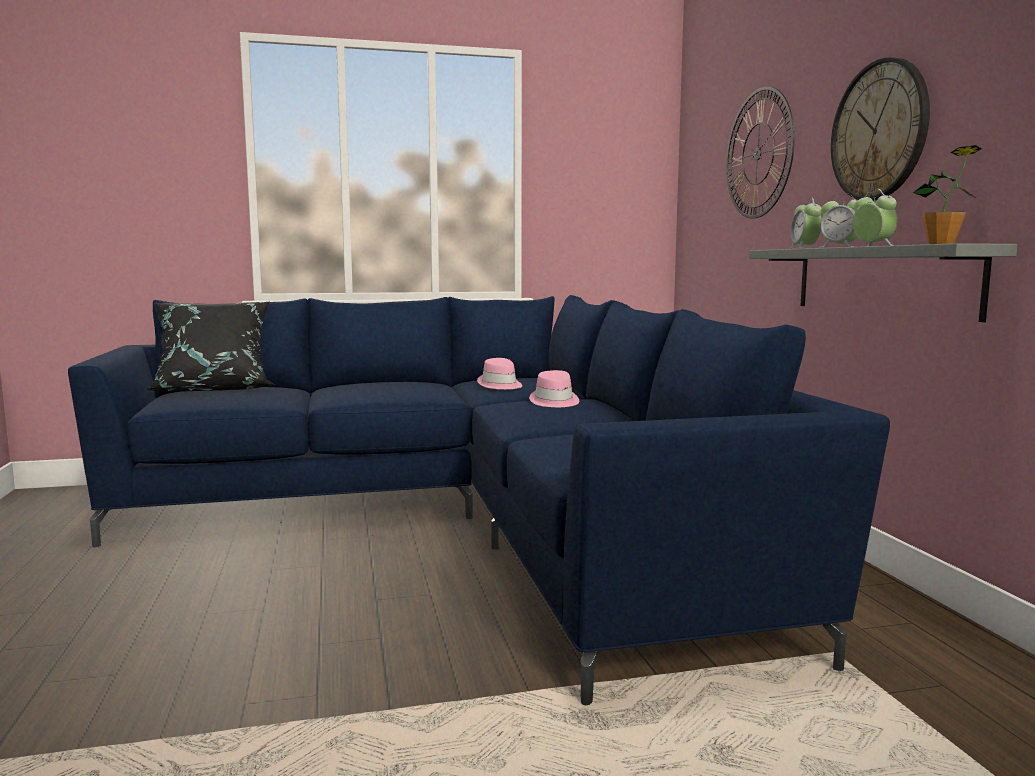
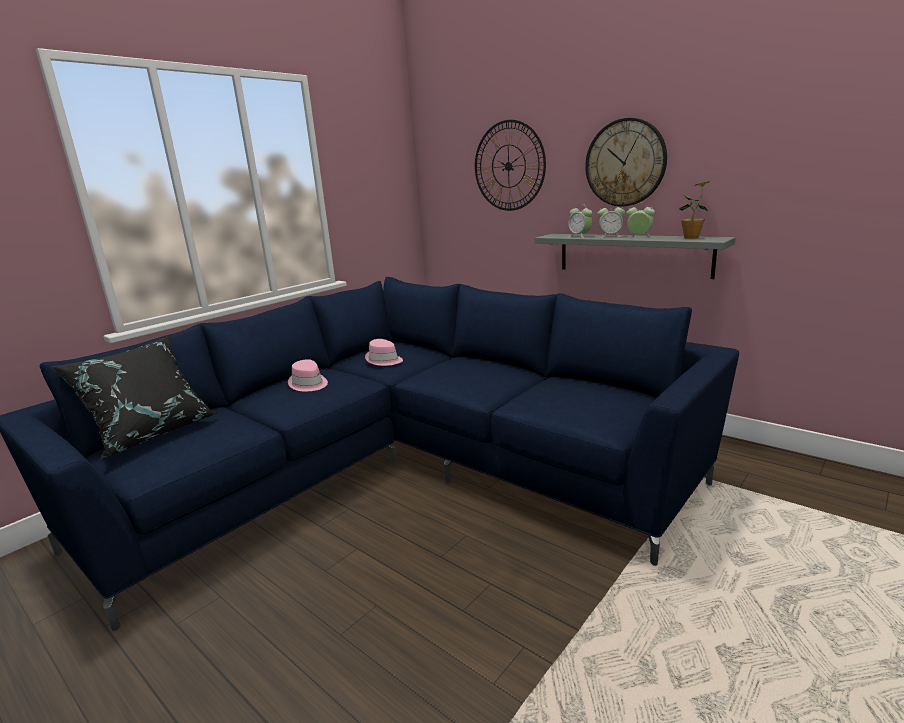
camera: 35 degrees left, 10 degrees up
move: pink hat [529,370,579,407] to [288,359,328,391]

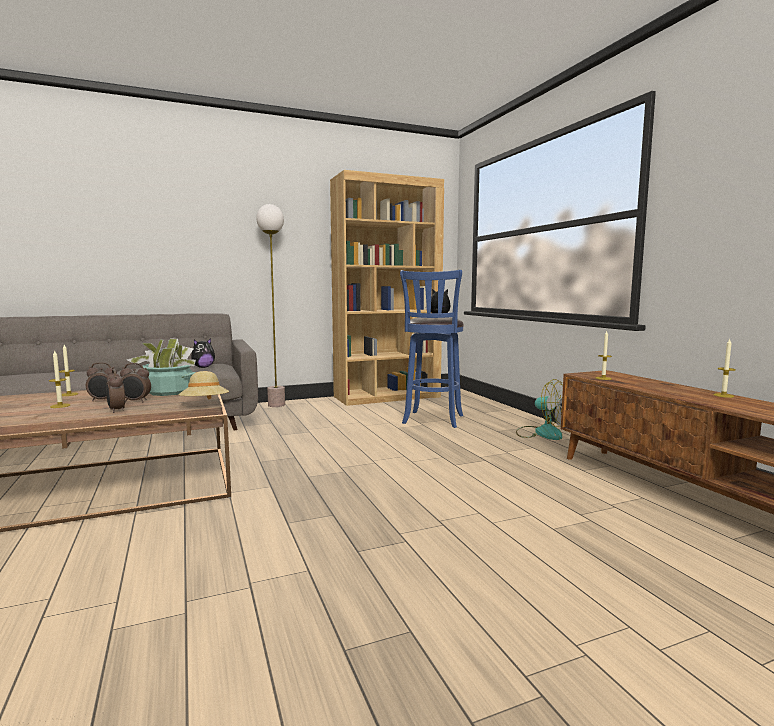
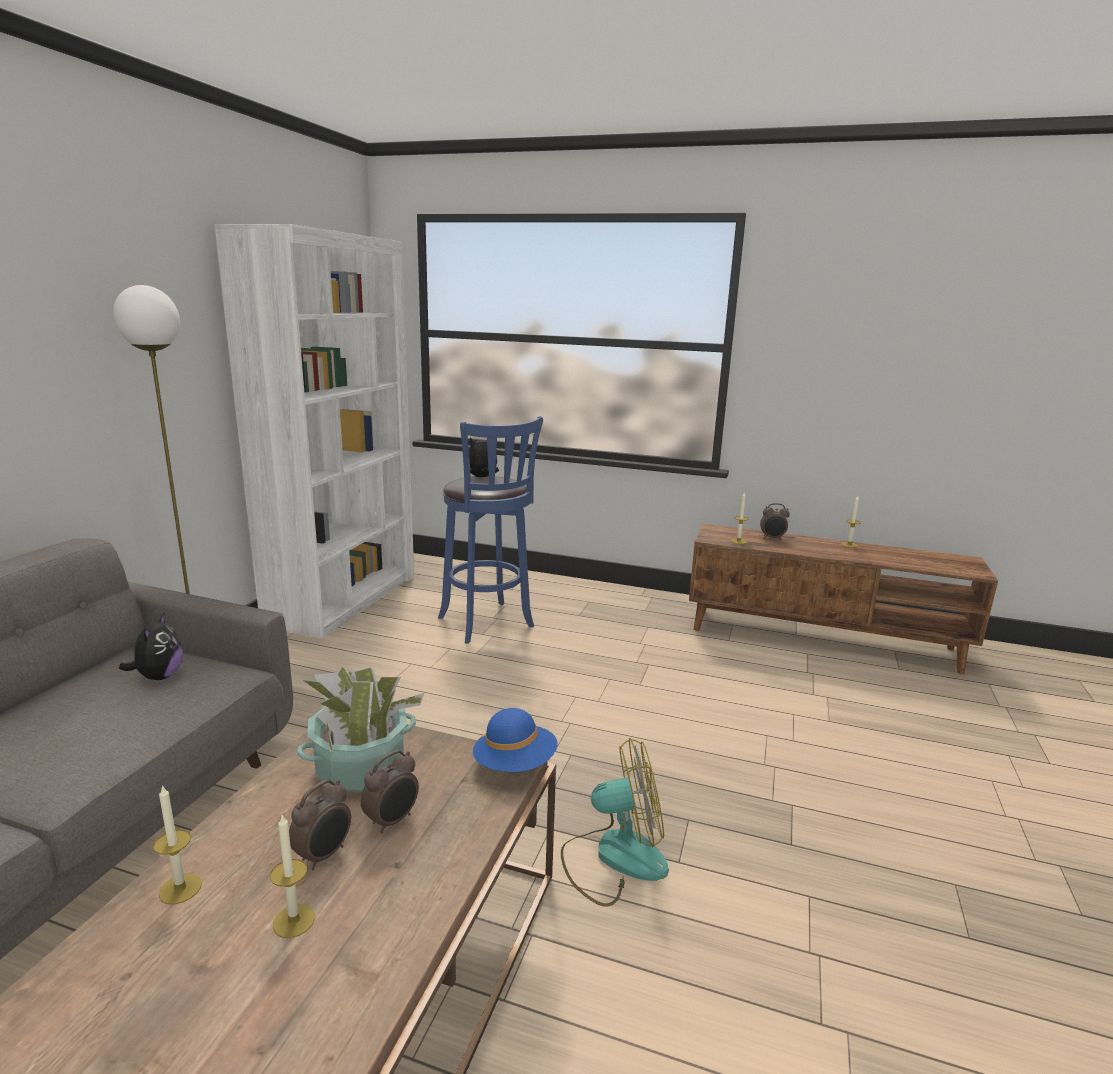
camera: 50 degrees left, 10 degrees up
move: fan [516,379,563,440] to [561,738,669,906]; alarm clock [106,369,125,413] to [760,503,790,540]
recolor: brown bookcase [330,170,444,406] to white bookcase [214,224,414,638]; beige hat [178,371,229,400] to blue hat [473,708,557,772]

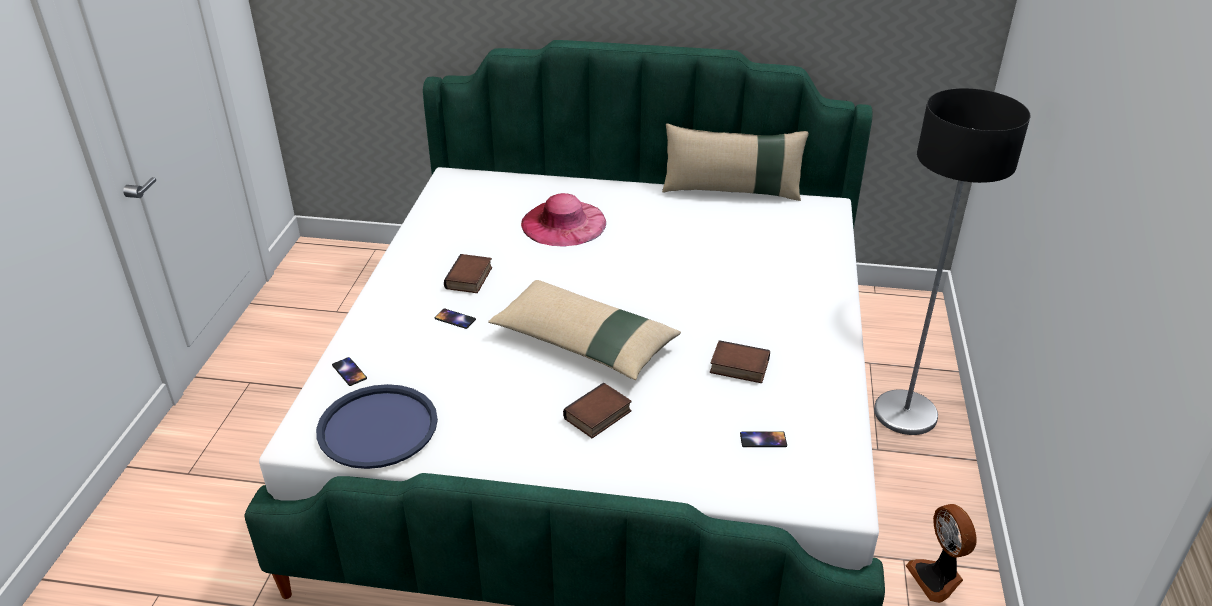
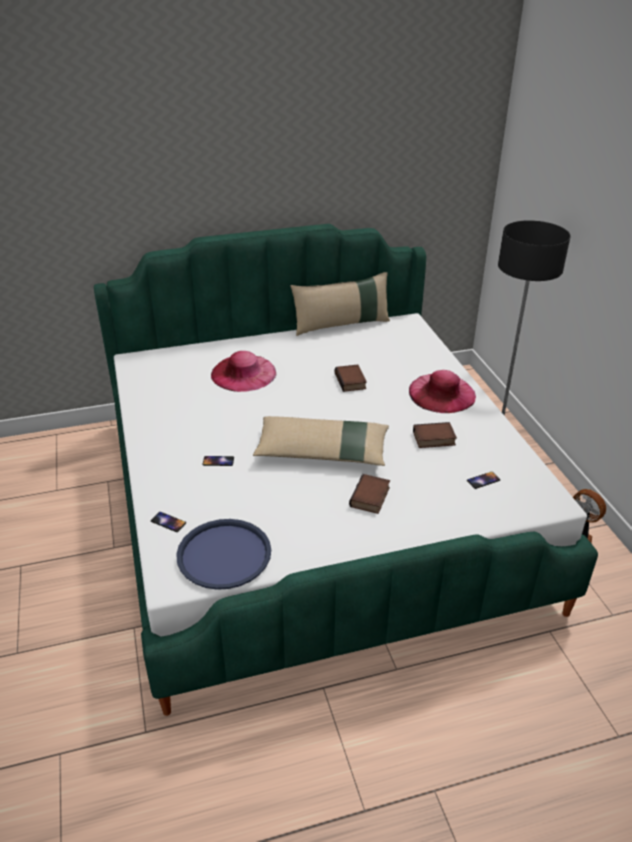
camera: 25 degrees left, 0 degrees up
insert: pink hat [409,370,476,413]
move: book [444,254,492,293] to [335,364,367,392]

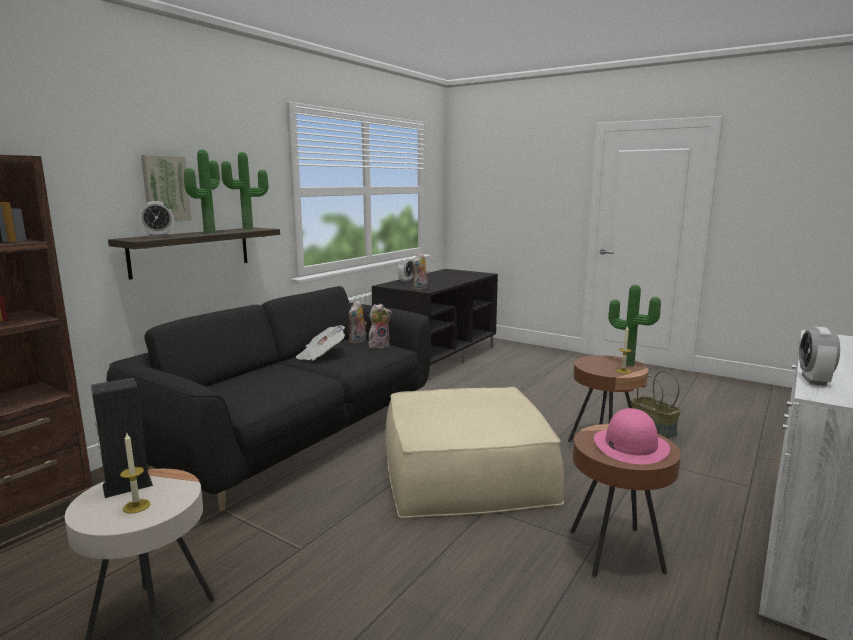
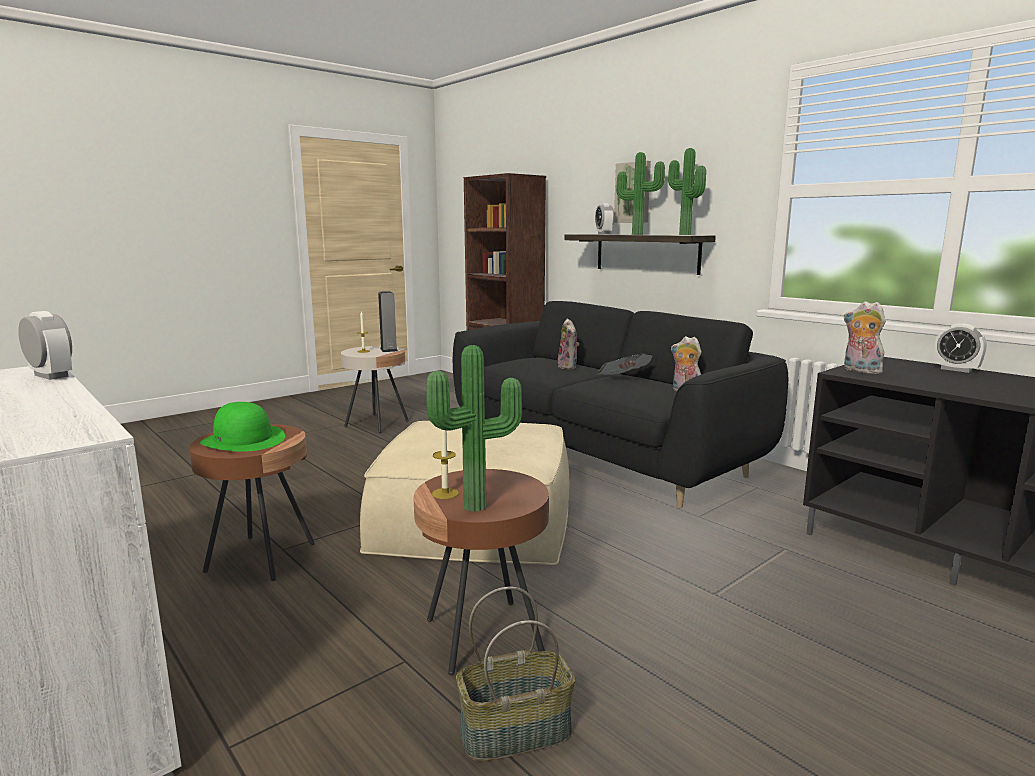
camera: 105 degrees right, 0 degrees up
move: plush toy [369,304,392,348] to [558,319,580,369]
recolor: pink hat [594,408,670,464] to green hat [200,402,285,452]

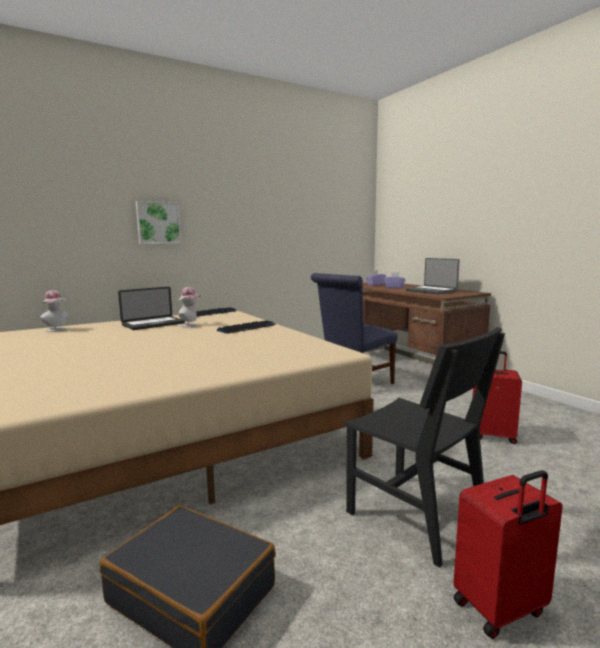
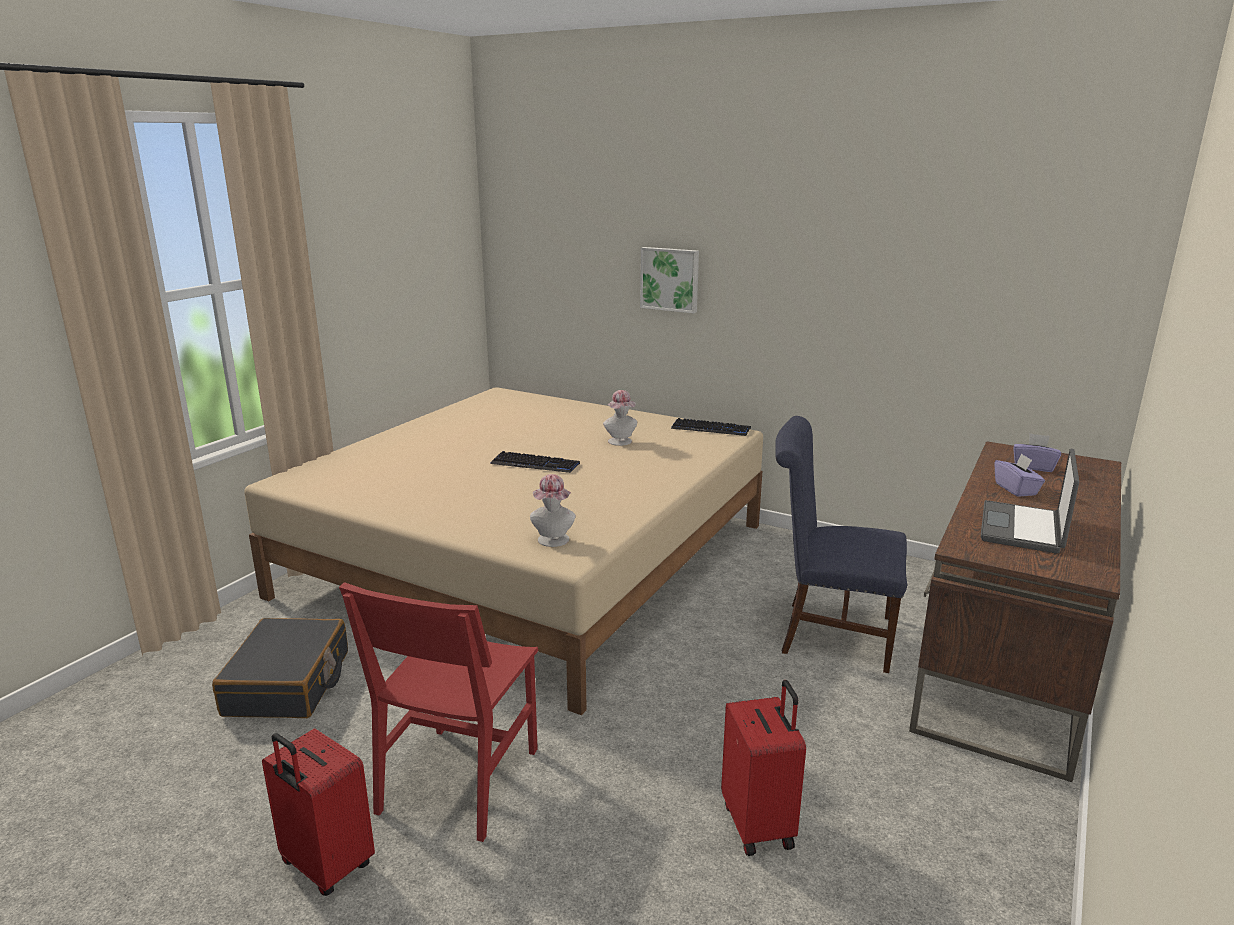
camera: 60 degrees right, 10 degrees up
delete: laptop [118,287,185,330]
move: keyboard [217,320,276,334] to [490,451,580,473]; hat [40,290,68,332] to [530,474,576,547]
recolor: black chair [343,327,505,568] to red chair [339,582,538,842]

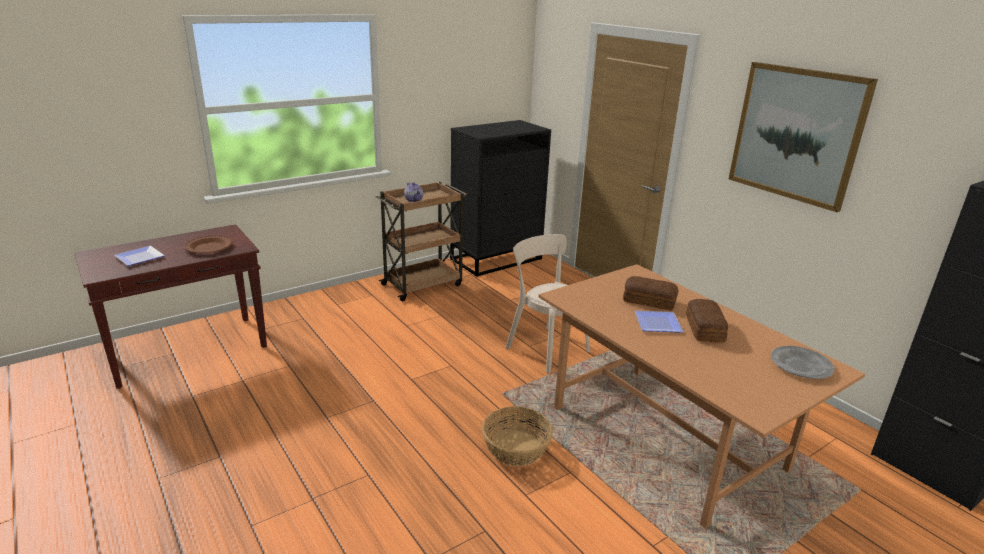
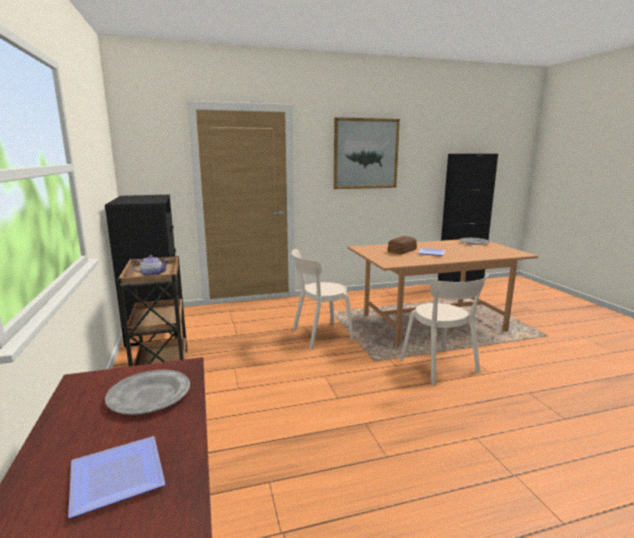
camera: 70 degrees left, 10 degrees down
delete: bread [686,299,728,342]
replace: basket [482,406,553,466] to beige chair [400,273,489,385]
recolor: brown plate [184,236,232,253] to grey plate [105,370,190,415]

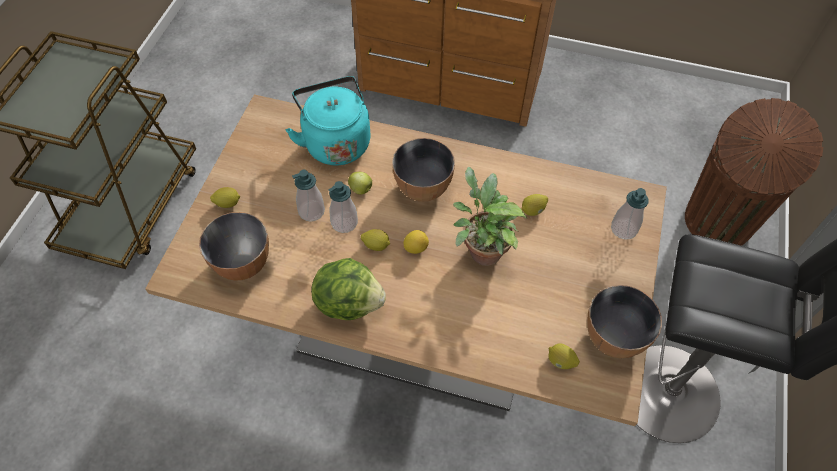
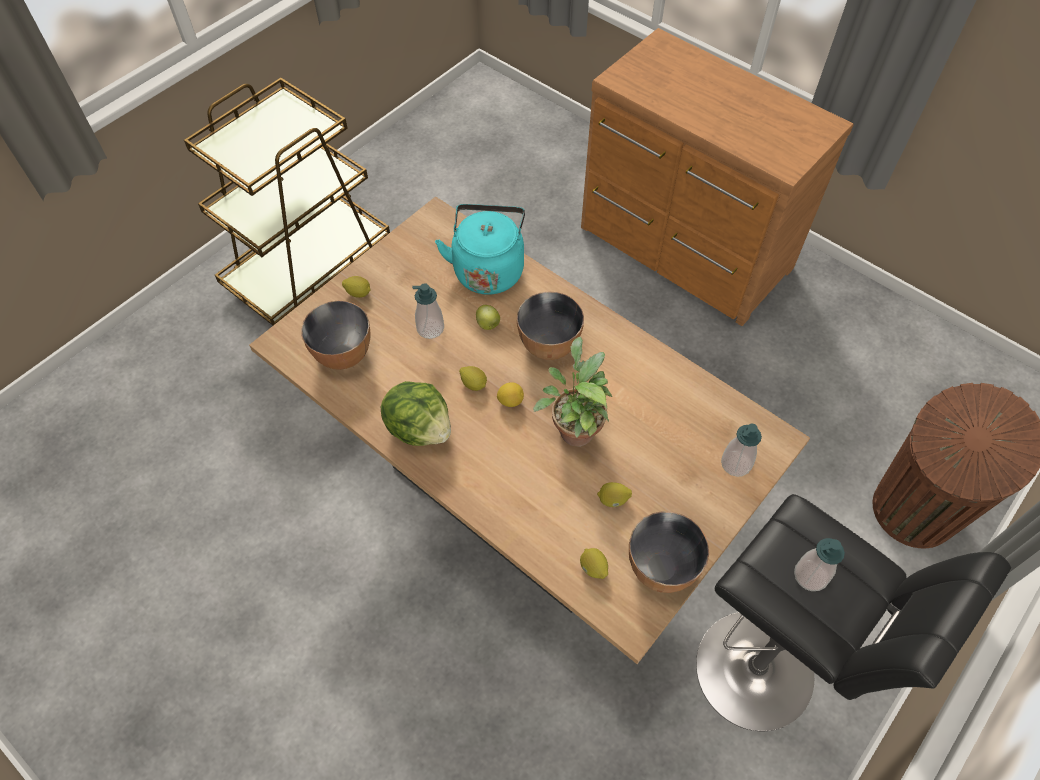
camera: 25 degrees right, 0 degrees up
move: lemon [522,194,548,216] to [597,482,632,507]; soap dispenser [328,181,358,233] to [794,538,845,591]

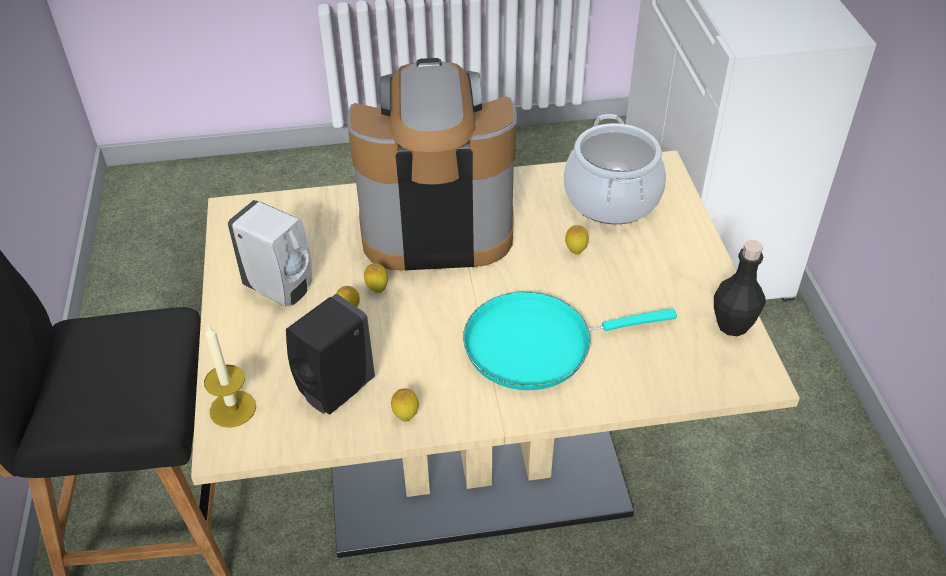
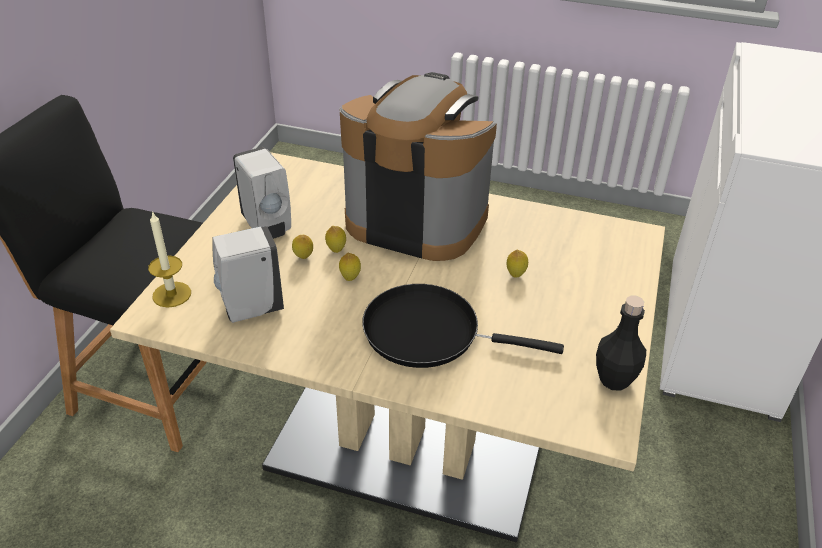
camera: 25 degrees right, 5 degrees down
delete: cooking pot [564,114,666,224]
move: lemon [391,388,419,422] to [339,253,361,281]
recolor: black soap dispenser [286,294,375,414] to white soap dispenser [212,226,284,323]; turquoise frying pan [463,292,677,390] to black frying pan [362,284,564,368]

